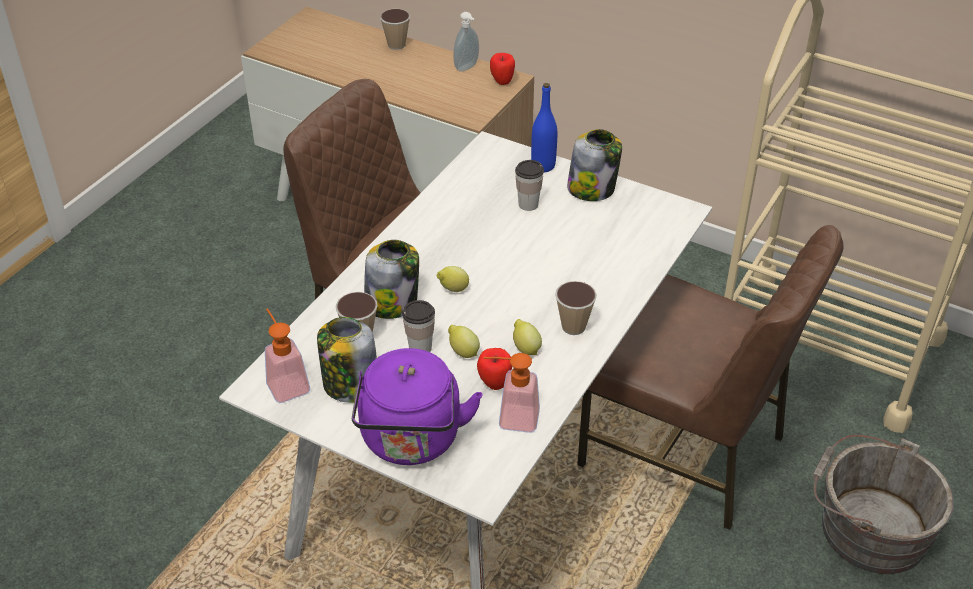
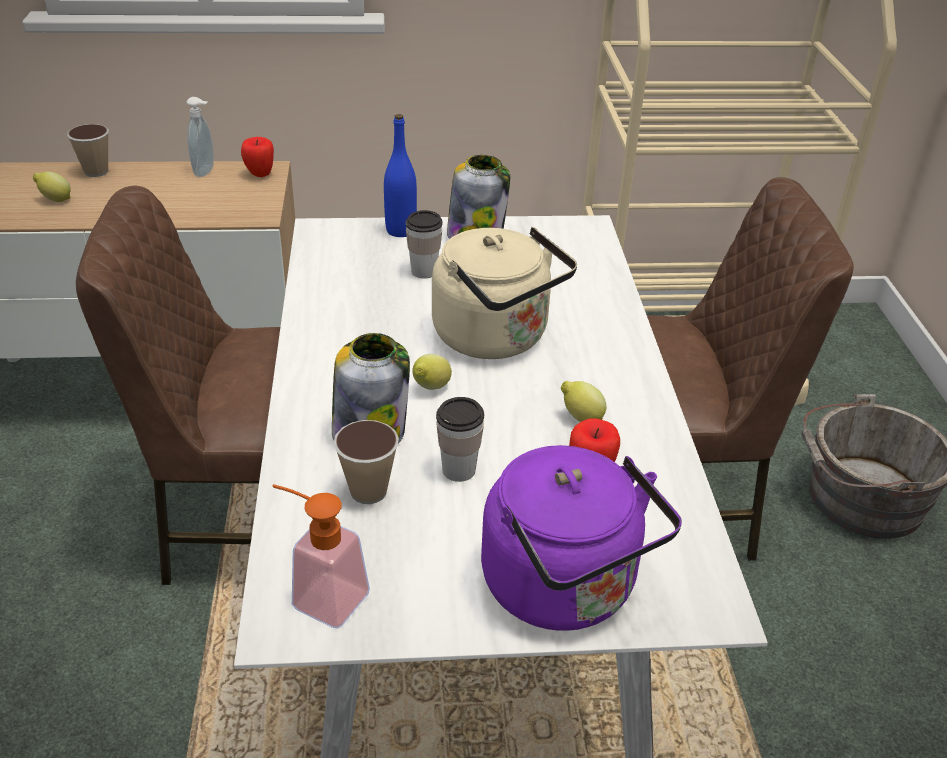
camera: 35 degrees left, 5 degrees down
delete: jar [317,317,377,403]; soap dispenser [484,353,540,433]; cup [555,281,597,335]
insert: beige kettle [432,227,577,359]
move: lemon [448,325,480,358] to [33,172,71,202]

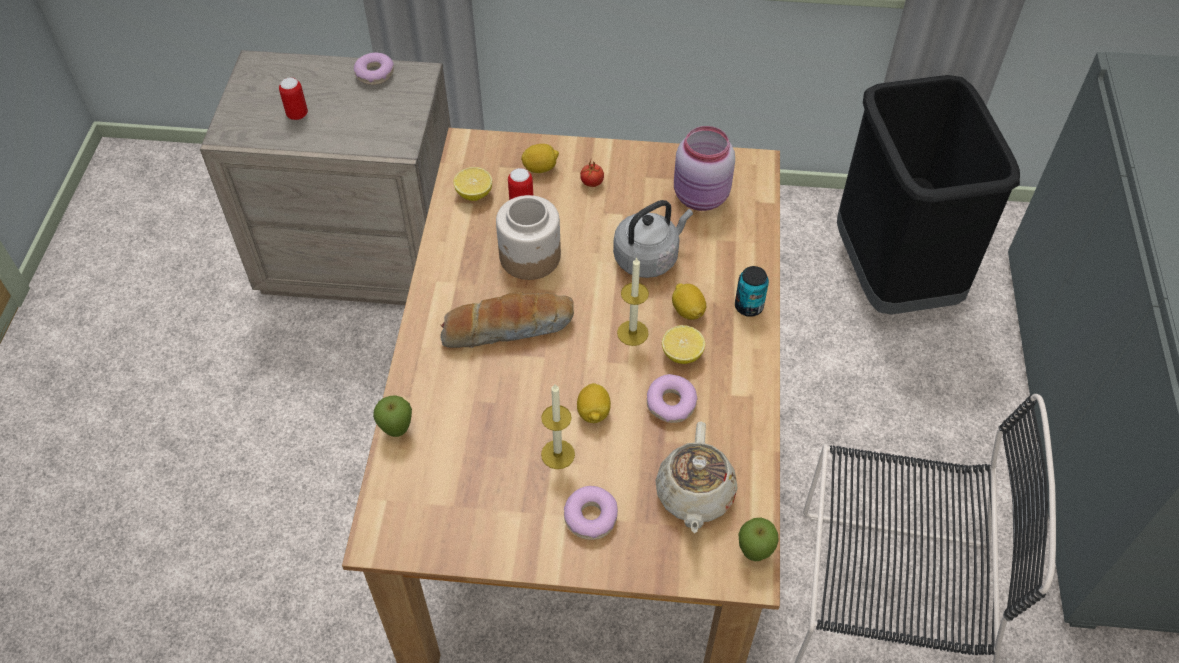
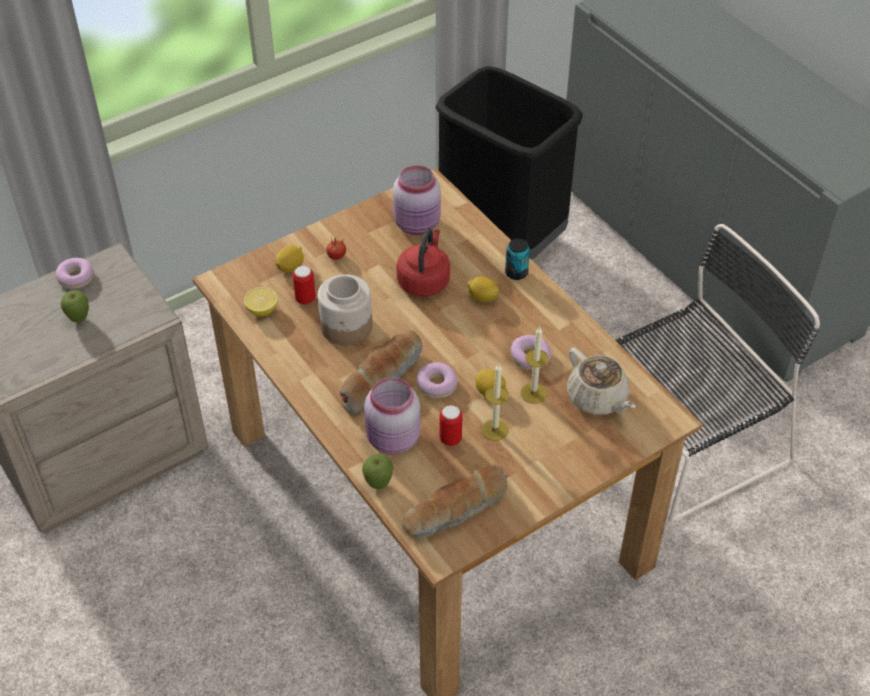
camera: 40 degrees left, 5 degrees down
delete: lemon [662,325,705,364]
insert: pink jar [364,378,421,455]; bread [402,465,508,538]
move: apple [739,518,779,561] to [61,290,89,323]; donut [564,486,618,540] to [417,362,457,398]; can [279,77,308,120] to [439,405,462,446]; candle [617,257,649,346] to [521,327,549,404]
recolor: grey kettle [613,200,693,278] to red kettle [397,228,450,297]

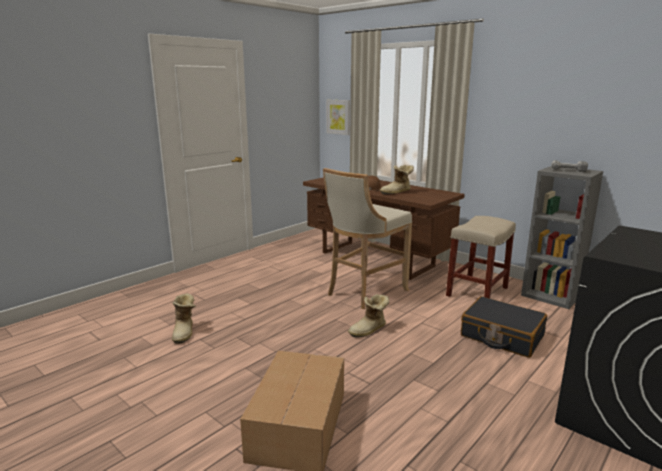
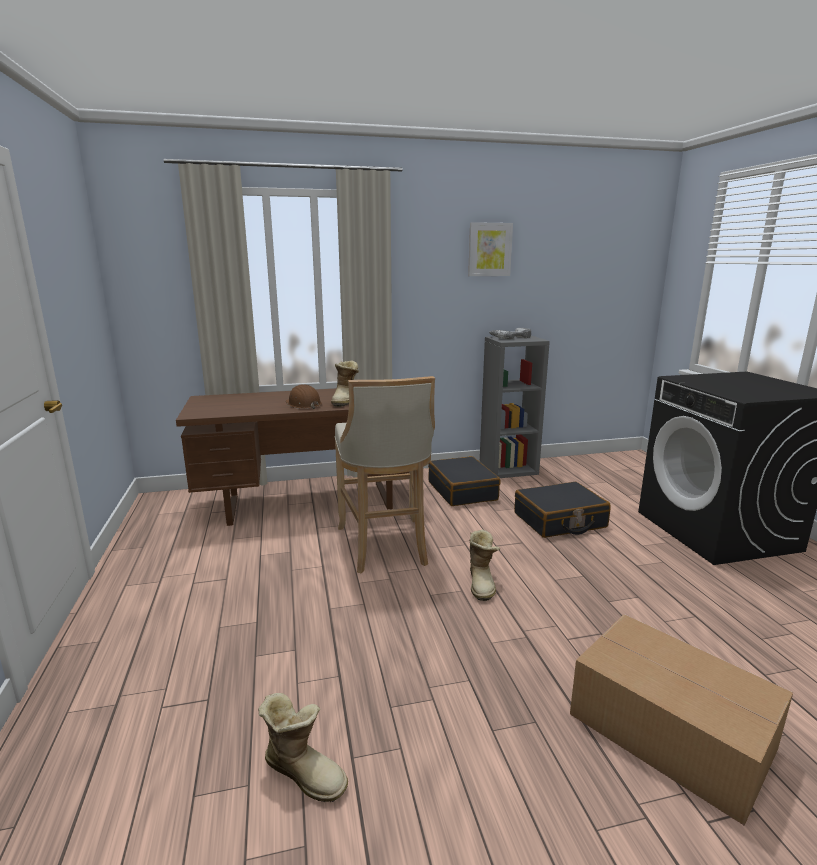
camera: 55 degrees left, 0 degrees up
move: picture [326,100,350,135] to [468,222,513,276]
replace: beige stool [446,216,516,299] to black suitcase [428,456,501,506]

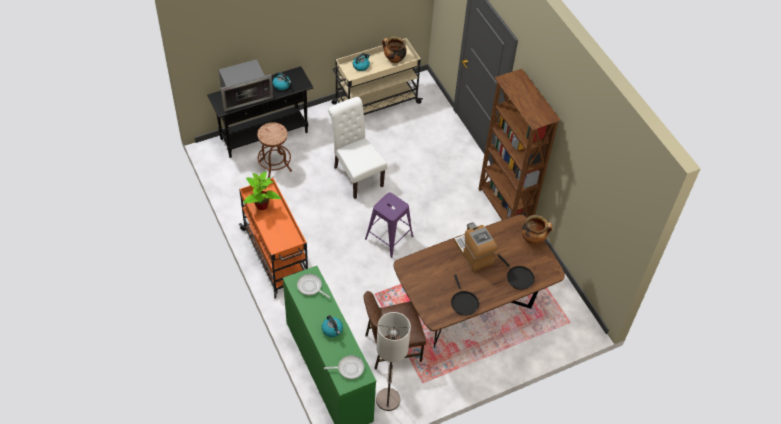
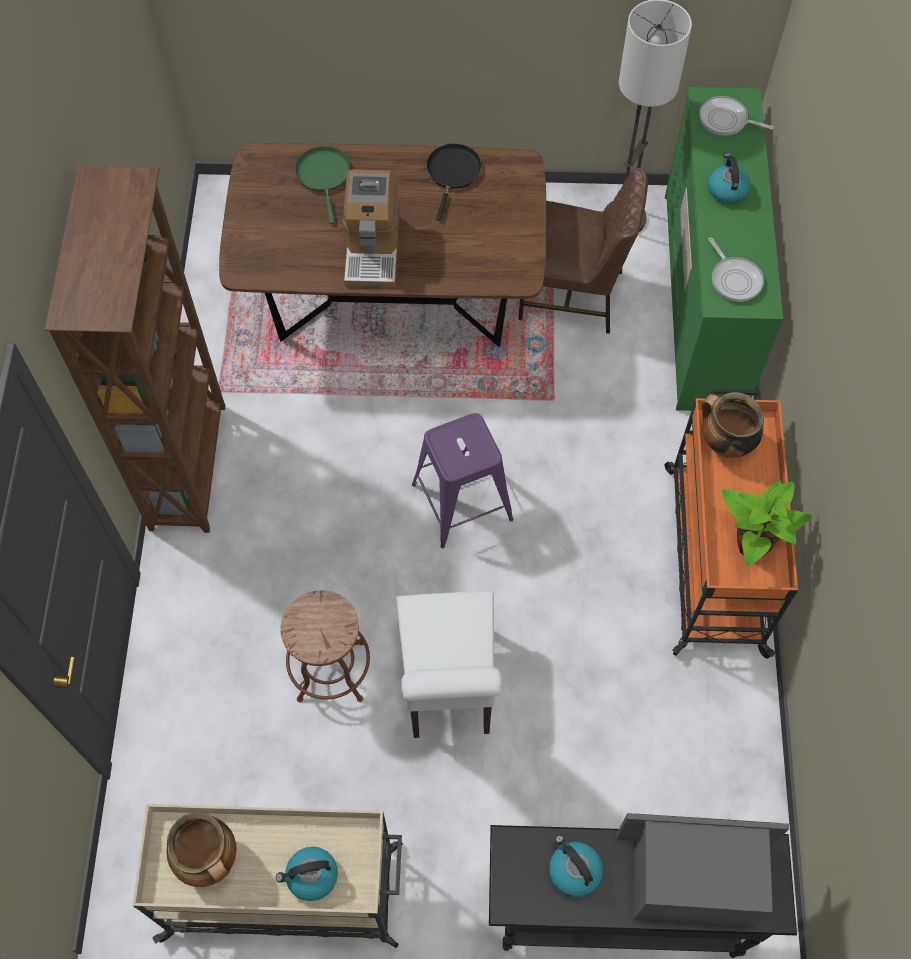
camera: 150 degrees left, 10 degrees up
move: brown stool [257,122,292,178] to [280,590,370,702]; cooking pot [522,215,552,245] to [702,392,764,458]
recolor: black frying pan [497,254,535,290] to green frying pan [295,146,351,224]

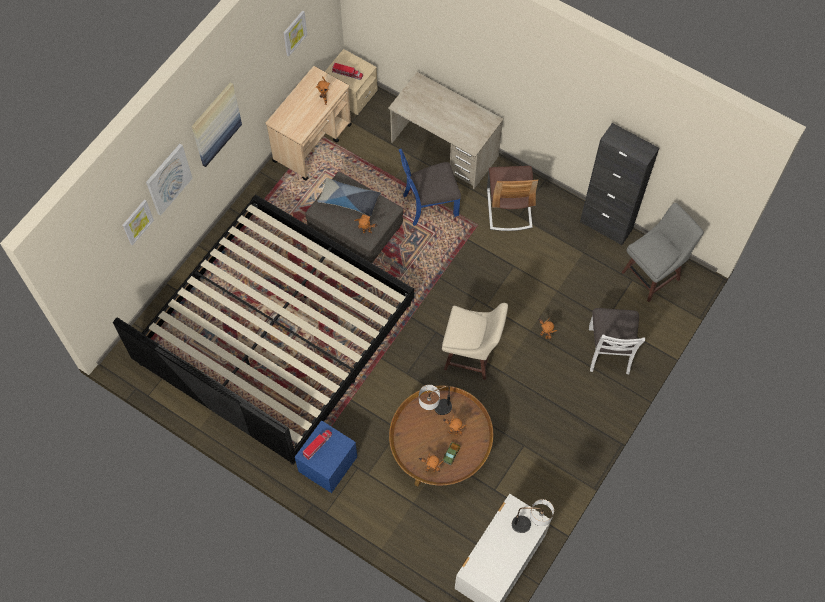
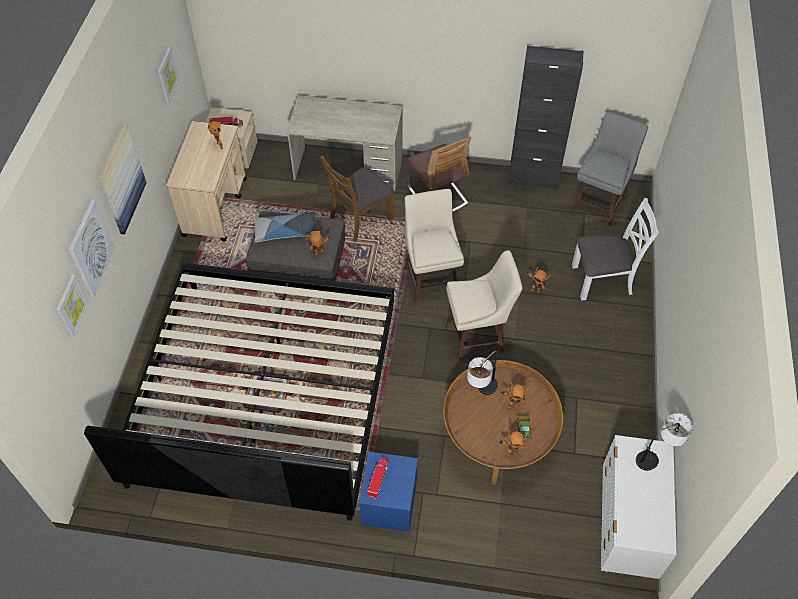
camera: 25 degrees left, 10 degrees down
insert: beige stool [405,189,464,303]
recolor: blue chair [399,149,461,226] to brown chair [320,155,394,242]
rotate: white chair [589,308,645,374] = [572,198,659,300] 75 degrees counterclockwise

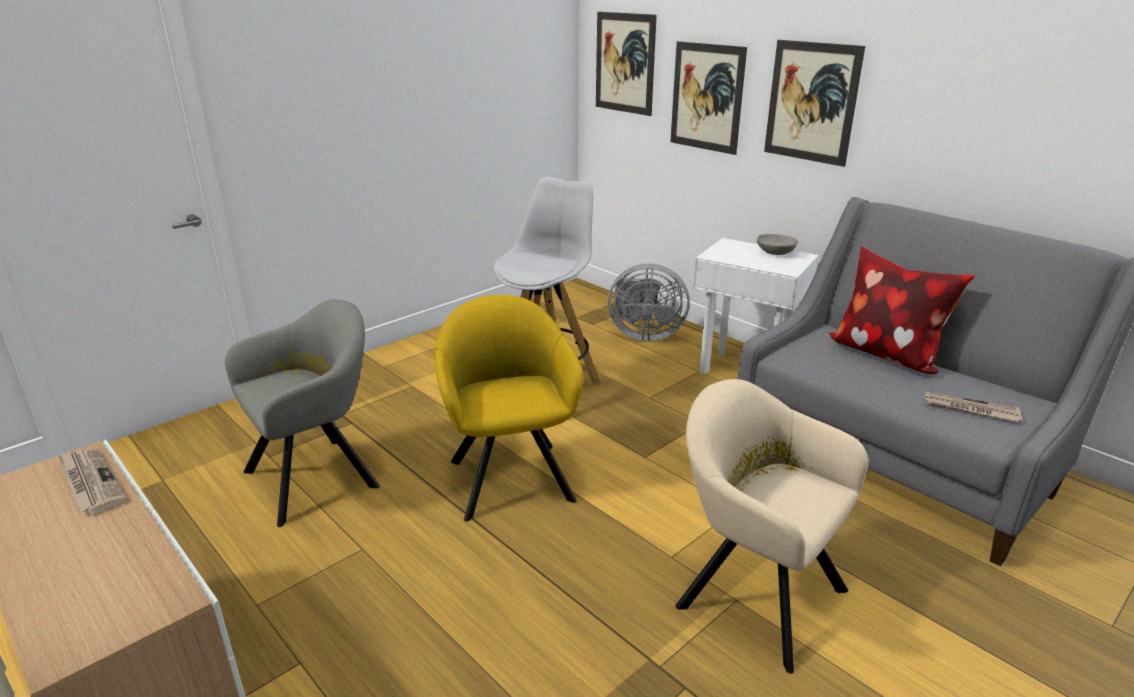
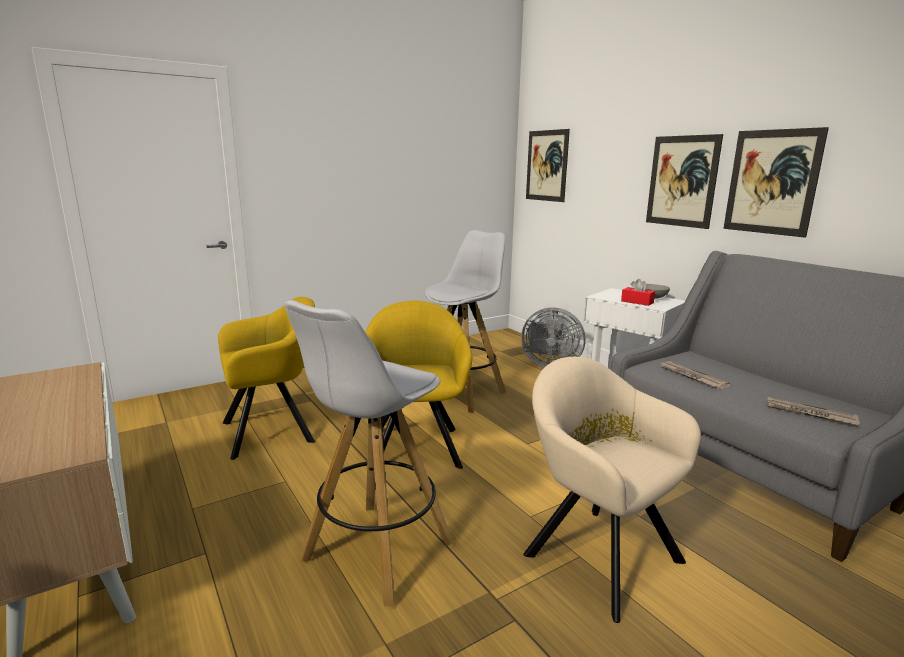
camera: 10 degrees right, 10 degrees down
delete: pillow [829,246,975,374]
insert: white stool [285,300,454,607]; red tissue box [621,279,655,306]
move: newspaper [58,448,128,514] to [661,361,731,389]; picture [670,41,747,155] to [723,127,829,238]
recolor: grey armchair [225,299,380,527] to yellow armchair [218,297,315,460]

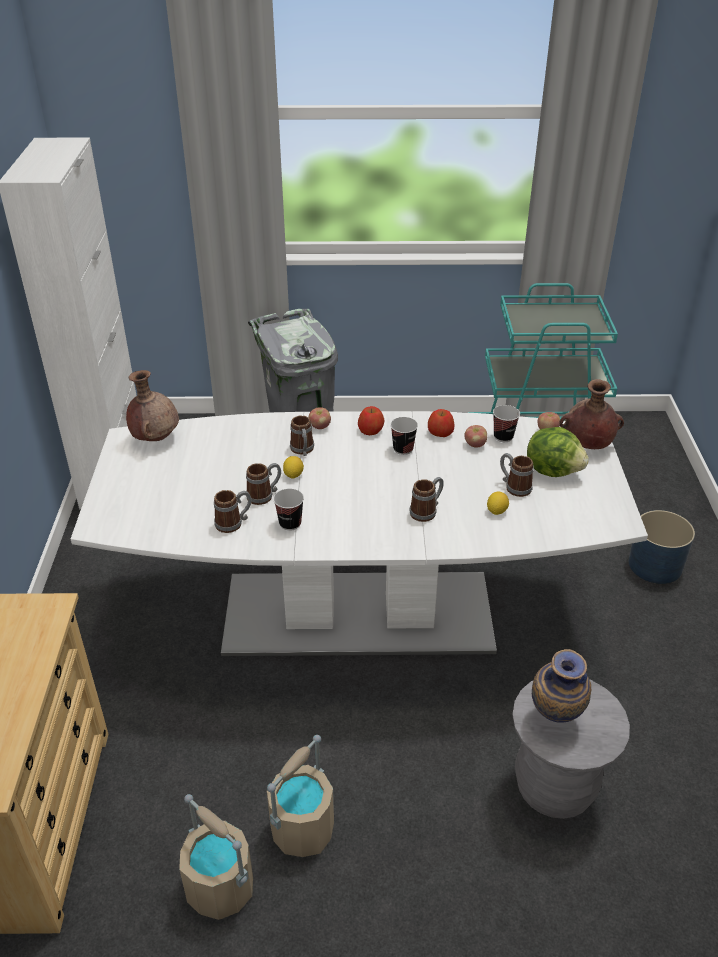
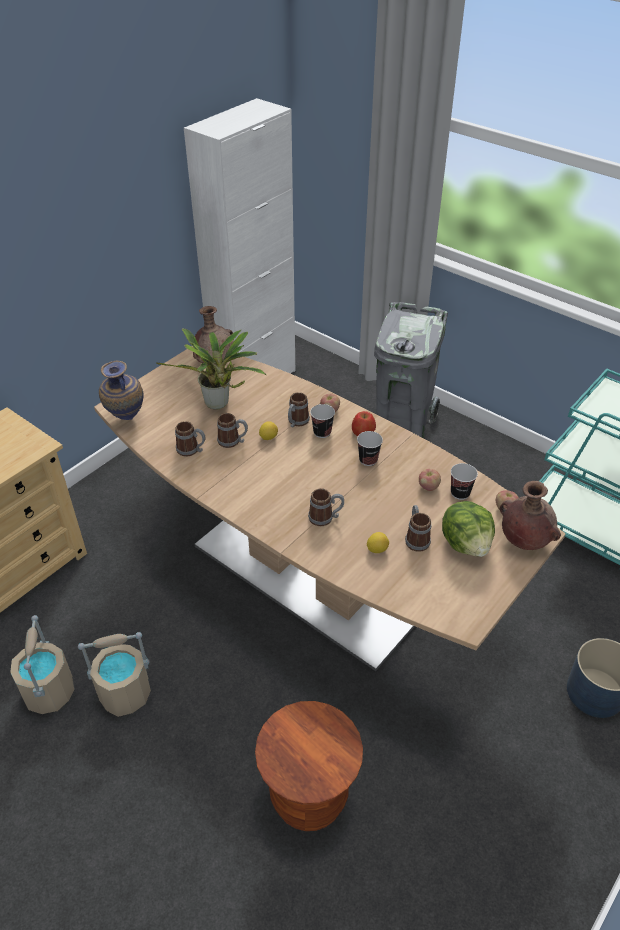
camera: 40 degrees right, 5 degrees up
delete: apple [428,409,454,437]
insert: potted plant [156,328,266,410]
move: vase [532,649,591,723] to [99,360,144,420]; cup [273,489,304,531] to [310,404,335,438]
recolor: white dining table [71,411,648,656] to brown dining table [94,346,566,671]; grey stool [512,679,630,819] to brown stool [255,701,363,831]

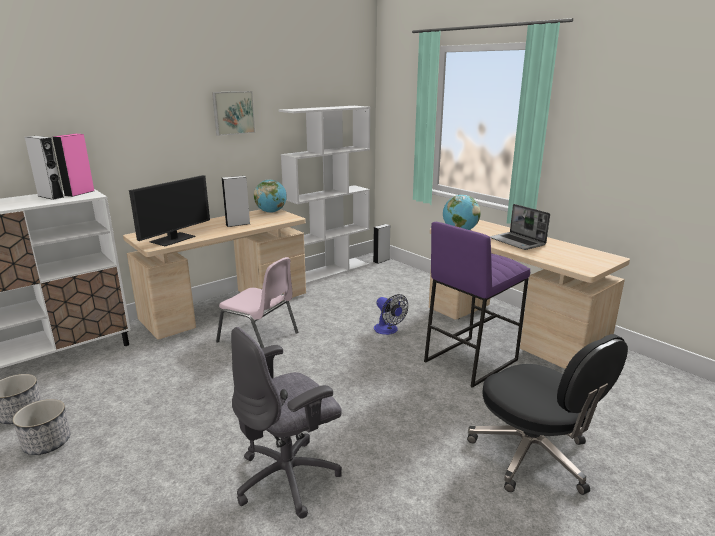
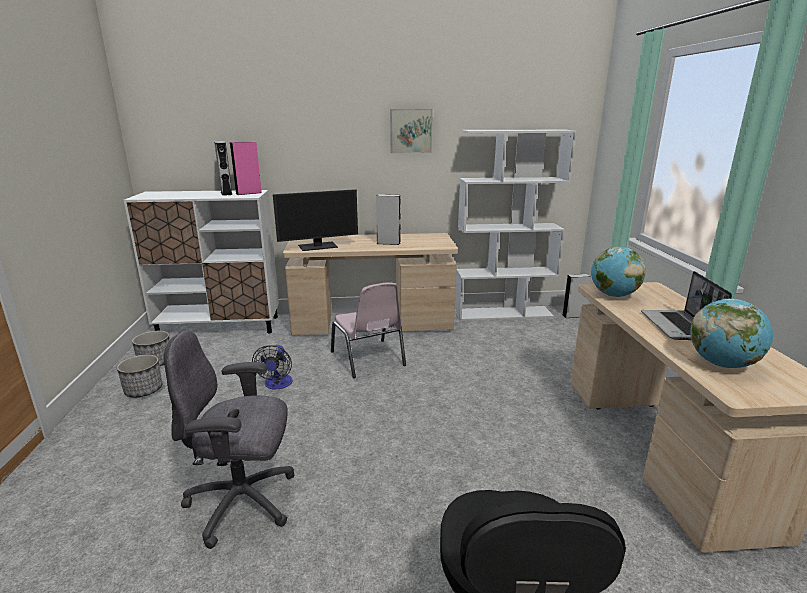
camera: 35 degrees right, 0 degrees up
delete: purple stool [424,222,530,388]
move: fan [374,294,408,335] to [252,345,293,389]; globe [254,180,287,213] to [690,299,773,368]

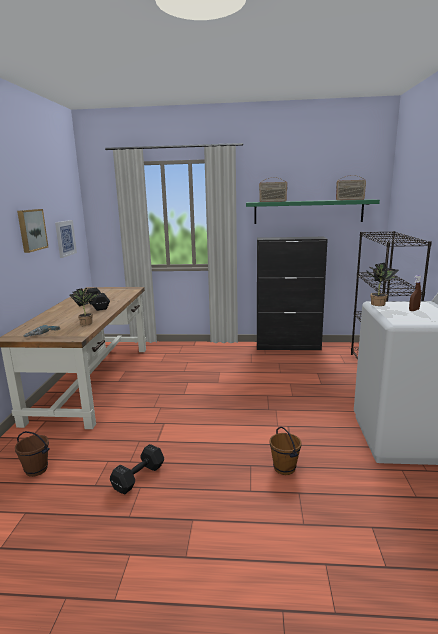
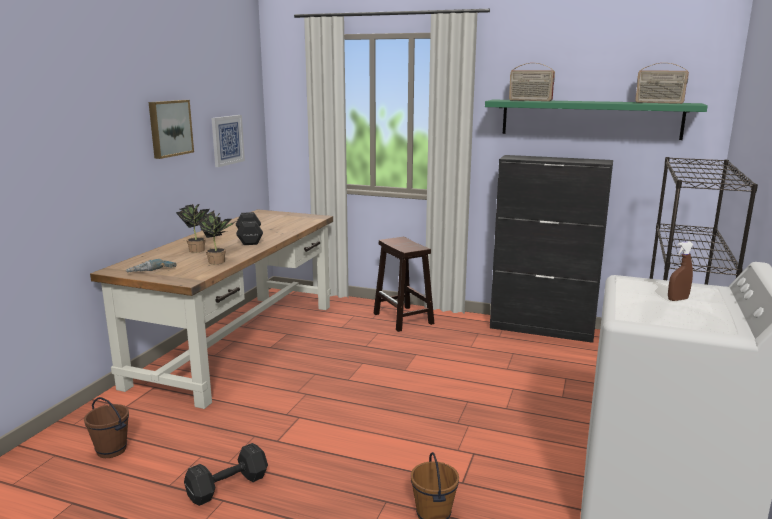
camera: 15 degrees right, 0 degrees up
insert: brown stool [374,237,434,332]
move: potted plant [366,263,399,306] to [176,204,214,253]

